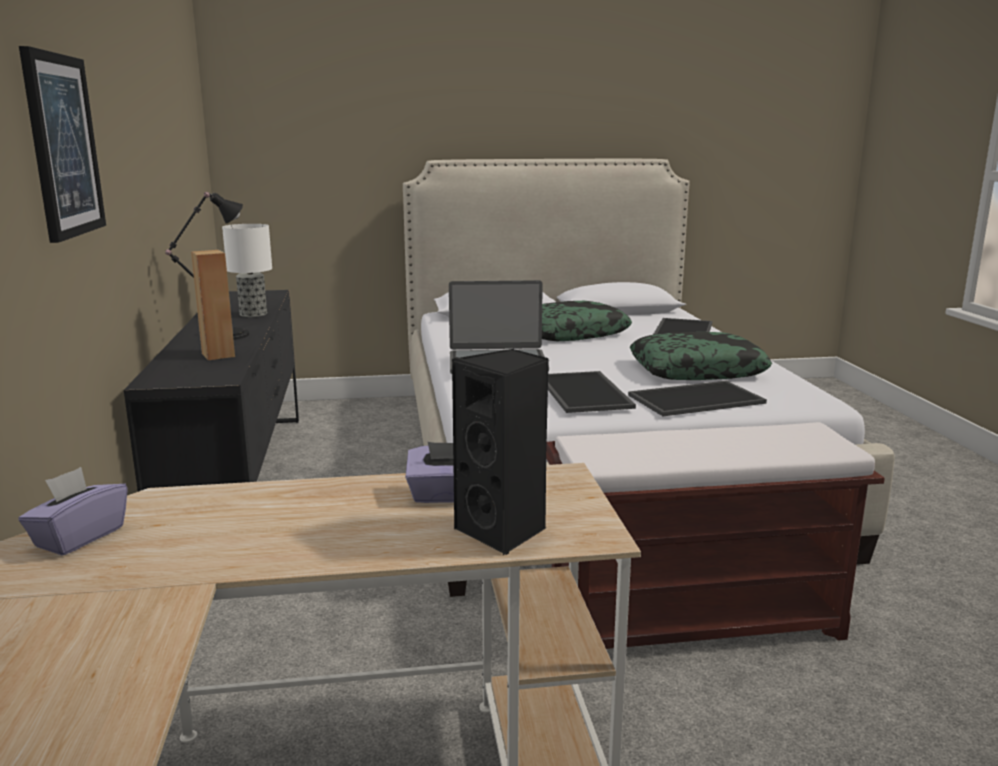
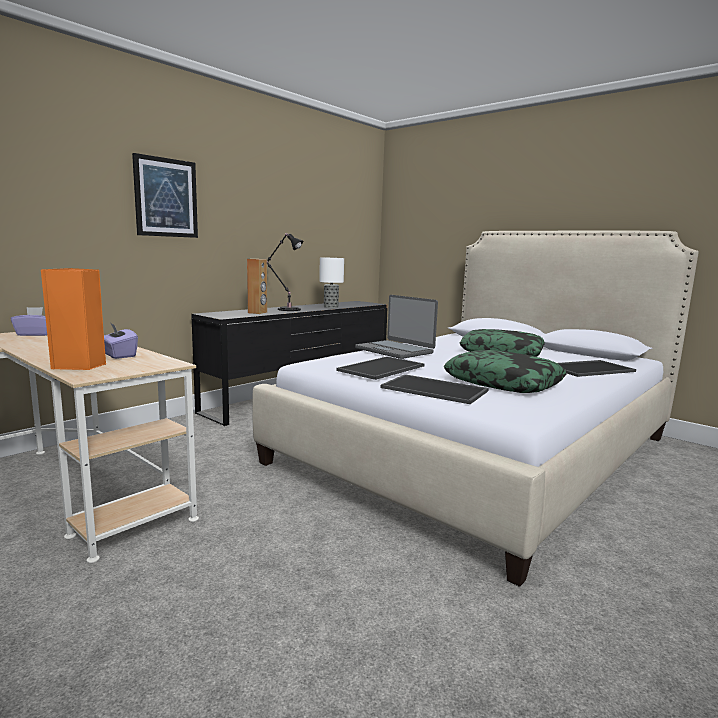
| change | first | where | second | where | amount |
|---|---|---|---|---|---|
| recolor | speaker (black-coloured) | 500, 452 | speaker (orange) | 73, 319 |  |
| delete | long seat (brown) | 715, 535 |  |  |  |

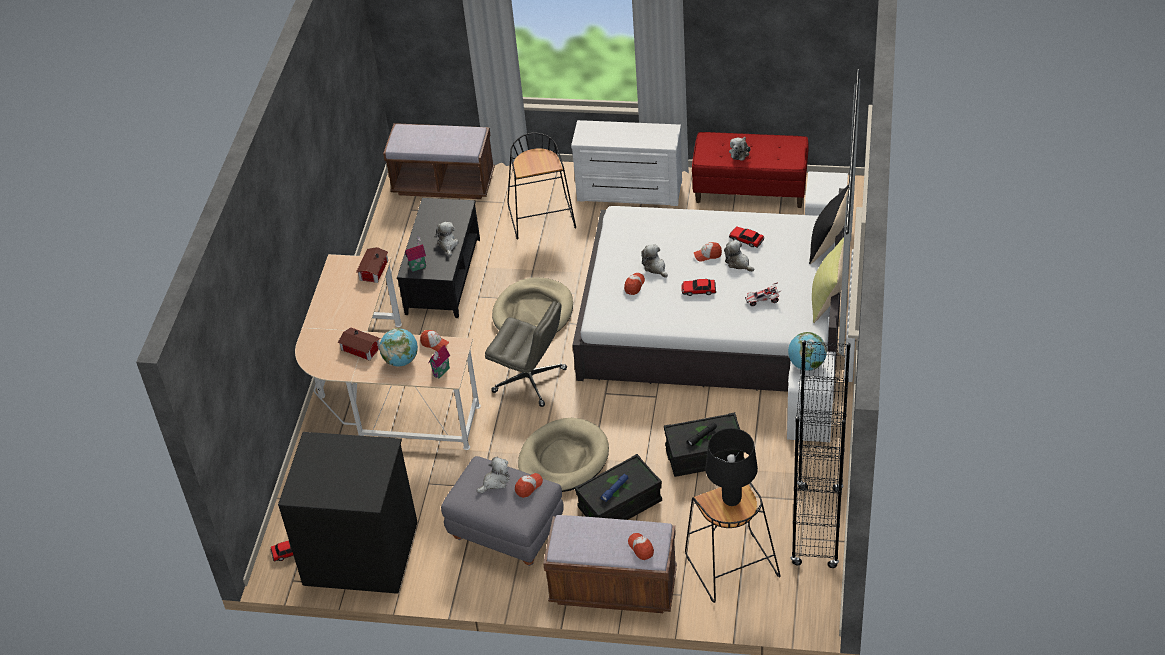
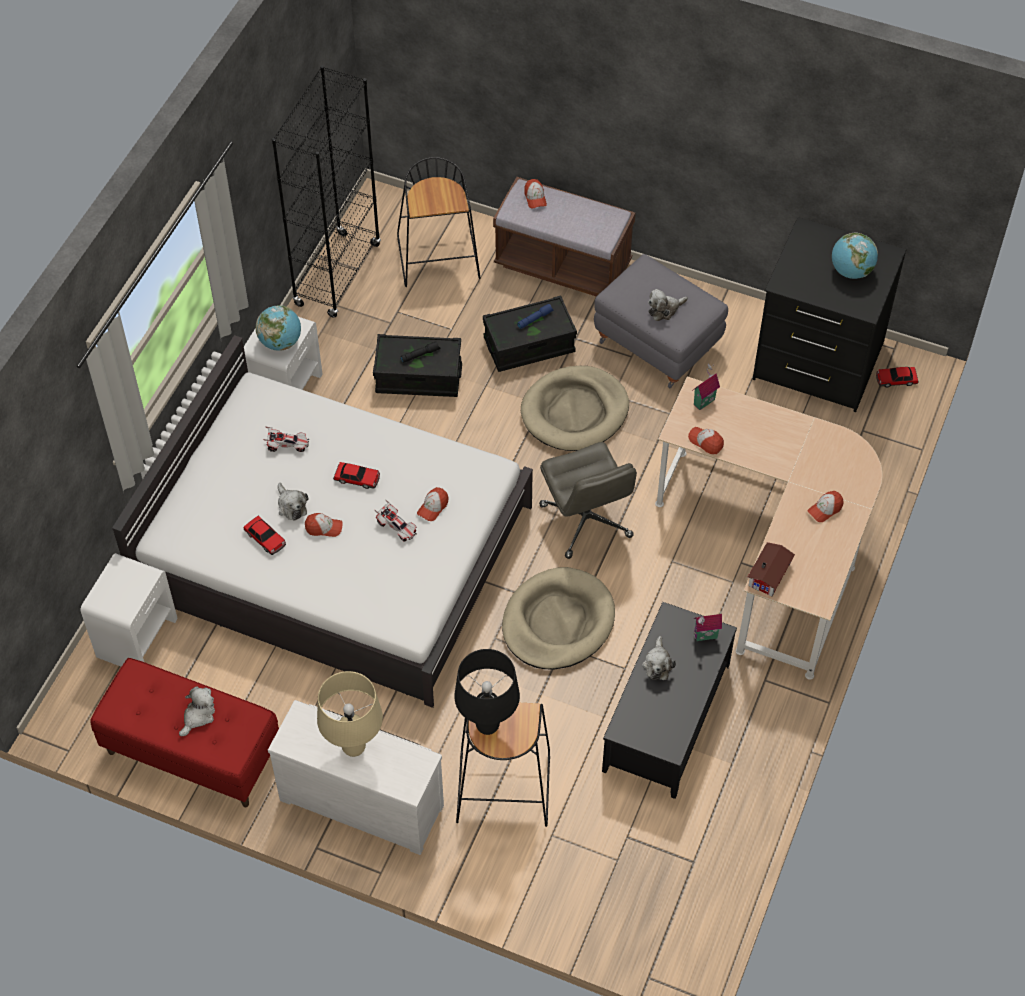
| change | first | where | second | where | amount |
|---|---|---|---|---|---|
| delete | toy house | 359, 344 |  |  |  |
| move | globe | 398, 347 |  | 855, 255 |  |
| delete | long seat (brown) | 439, 161 |  |  |  |
| rotate | computer chair (greyish) | 526, 354 |  | 588, 500 | 150 degrees counterclockwise |
| move | cap | 529, 485 |  | 826, 506 |  |
| replace | plush toy | 654, 261 | model car | 395, 520 |  |
| move | tabletop lamp (black-coloured) | 731, 467 |  | 487, 692 |  |
| delete | throw pillow (black-coloured) | 829, 224 |  |  |  |
| delete | throw pillow (yellow-coloured) | 828, 280 |  |  |  |
| insert |  |  | tabletop lamp (beige-coloured) | 350, 714 |  |

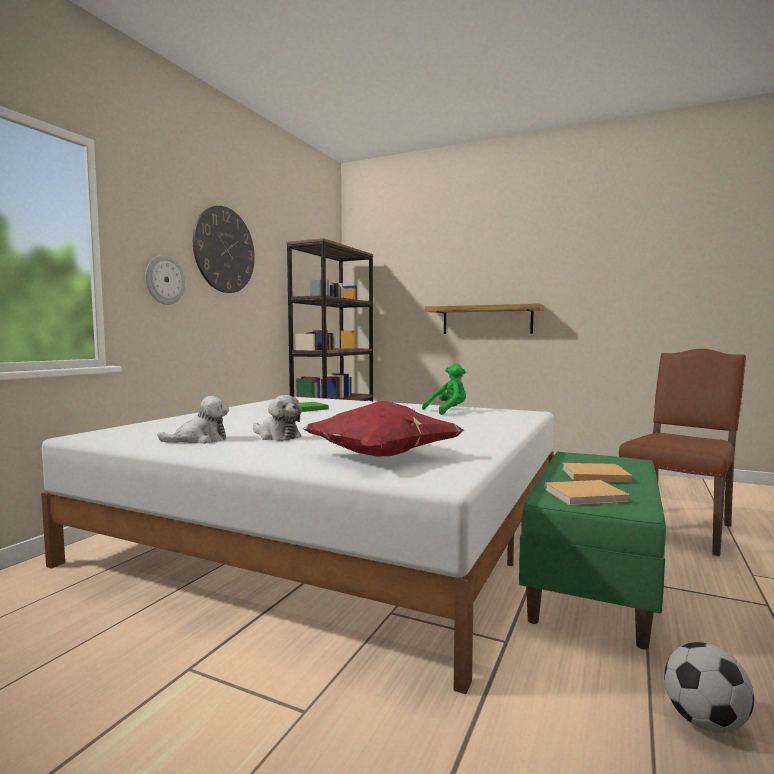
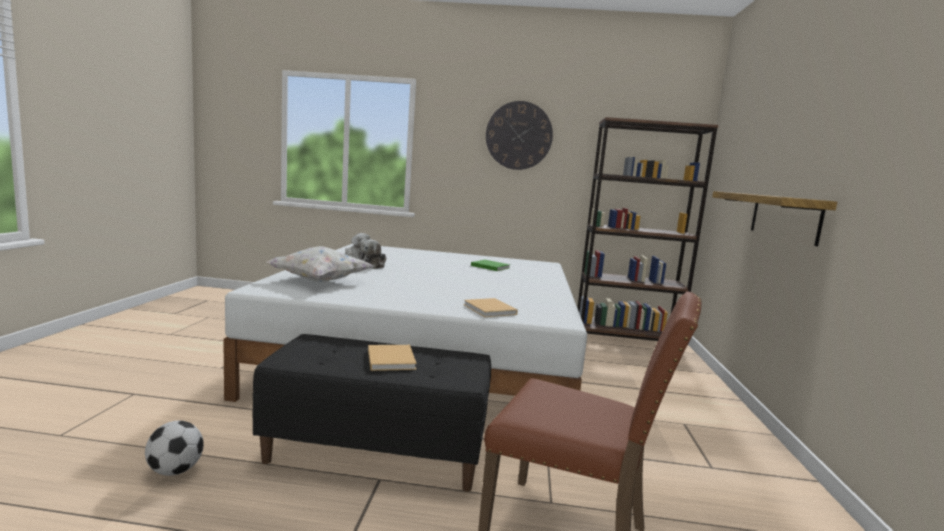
| change | first | where | second | where | amount |
|---|---|---|---|---|---|
| delete | hanging clock | 165, 280 |  |  |  |
| recolor | throw pillow (red-coloured) | 383, 429 | throw pillow (whitish) | 320, 264 |  |
| delete | plush toy (greenish) | 444, 389 |  |  |  |
| recolor | long seat (greenish) | 592, 550 | long seat (black-coloured) | 371, 413 |  |
| move | book (beige-coloured) | 587, 493 |  | 491, 307 |  |

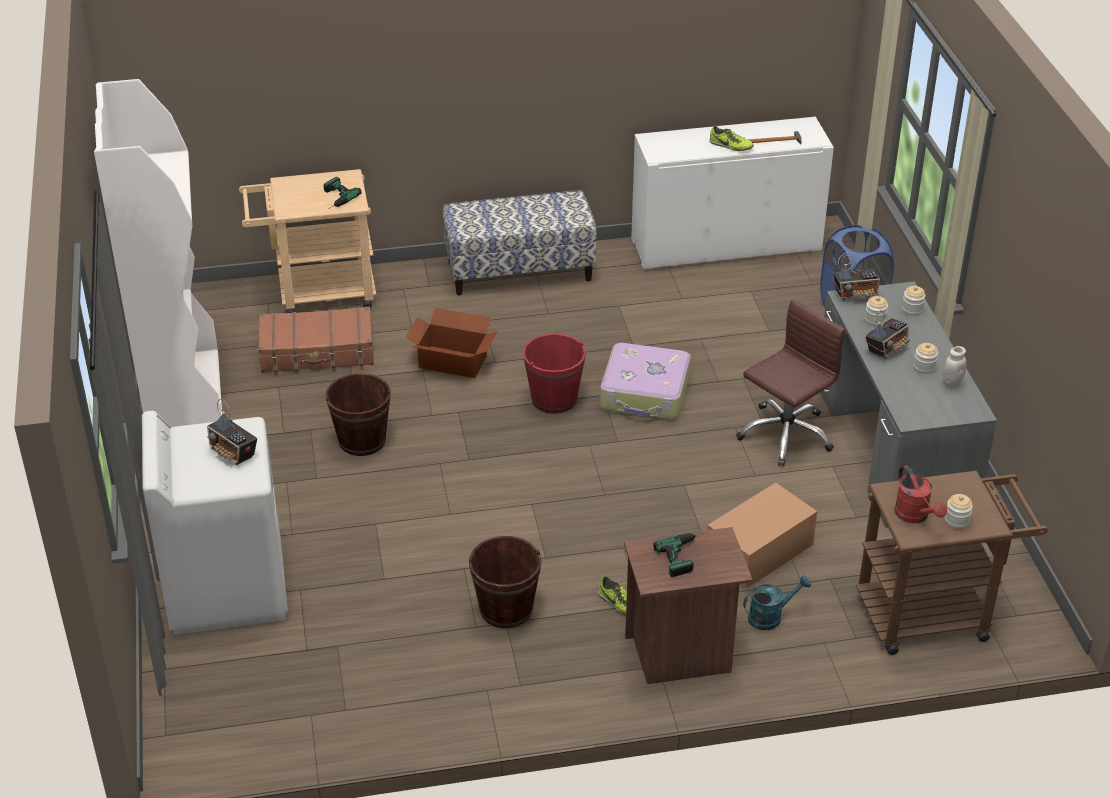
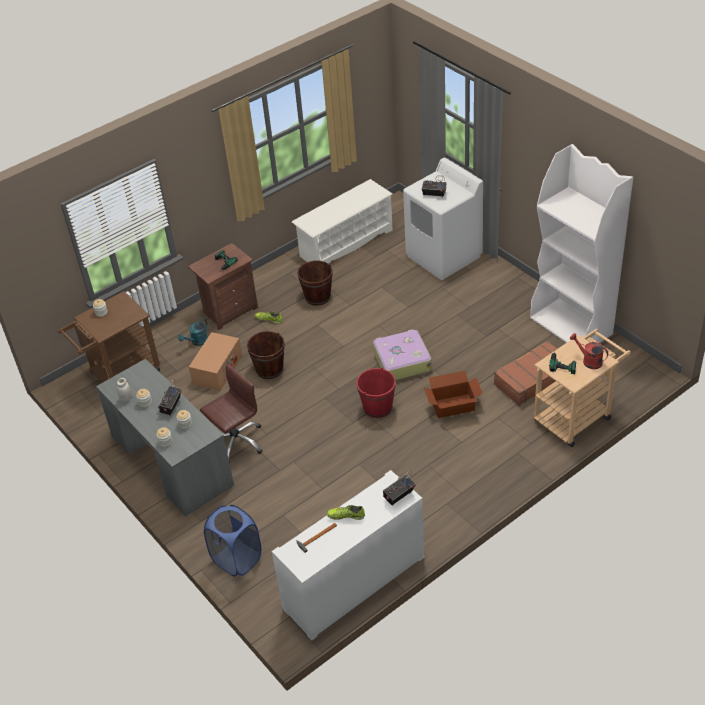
| change | first | where | second | where | amount |
|---|---|---|---|---|---|
| move | pail (brown) | 358, 414 |  | 266, 355 |  |
| delete | long seat | 519, 243 |  |  |  |
| move | suitcase | 645, 381 |  | 402, 354 |  |
| rotate | computer chair (brown) | 791, 382 |  | 231, 413 | 150 degrees counterclockwise |
| move | radio | 856, 277 |  | 399, 488 |  |
| move | watering pot (red-coloured) | 920, 494 |  | 589, 351 |  |
| insert |  |  | shoe shelf (whitish) | 342, 221 |  |

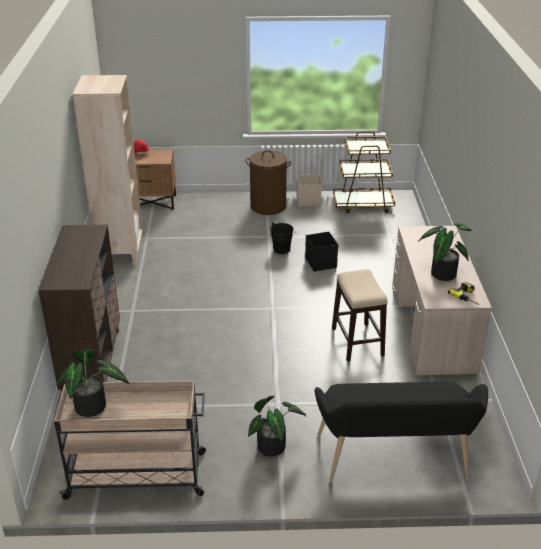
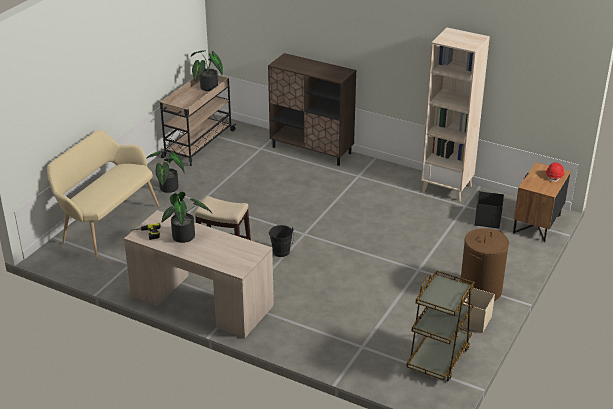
| change | first | where | second | where | amount |
|---|---|---|---|---|---|
| move | pail (black-coloured) | 283, 238 |  | 281, 241 |  |
| move | storage bin (black-coloured) | 321, 252 |  | 489, 210 |  |
| recolor | long seat (black-coloured) | 401, 432 | long seat (beige-coloured) | 103, 194 |  |

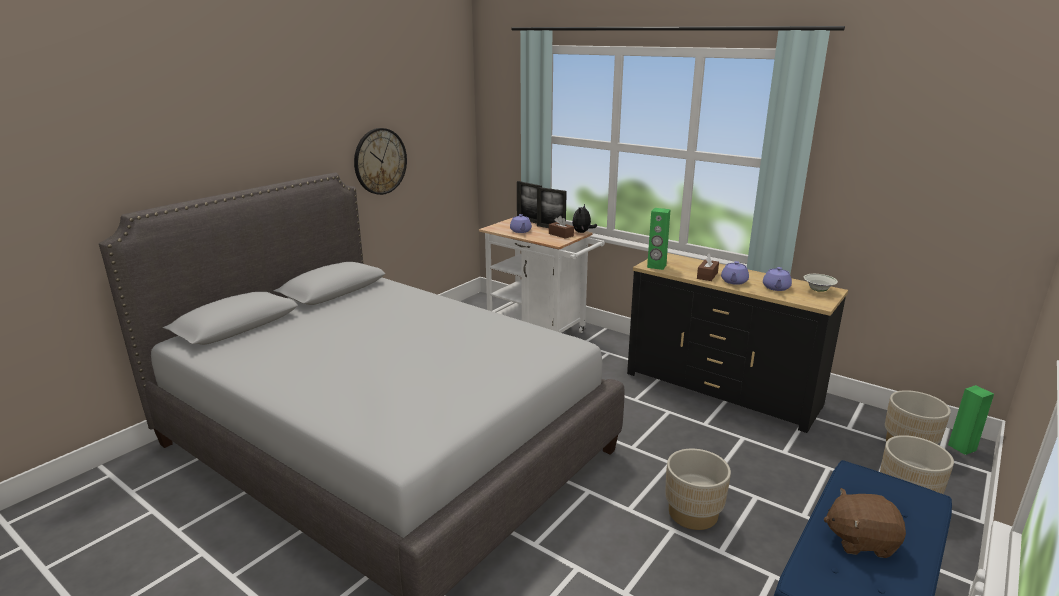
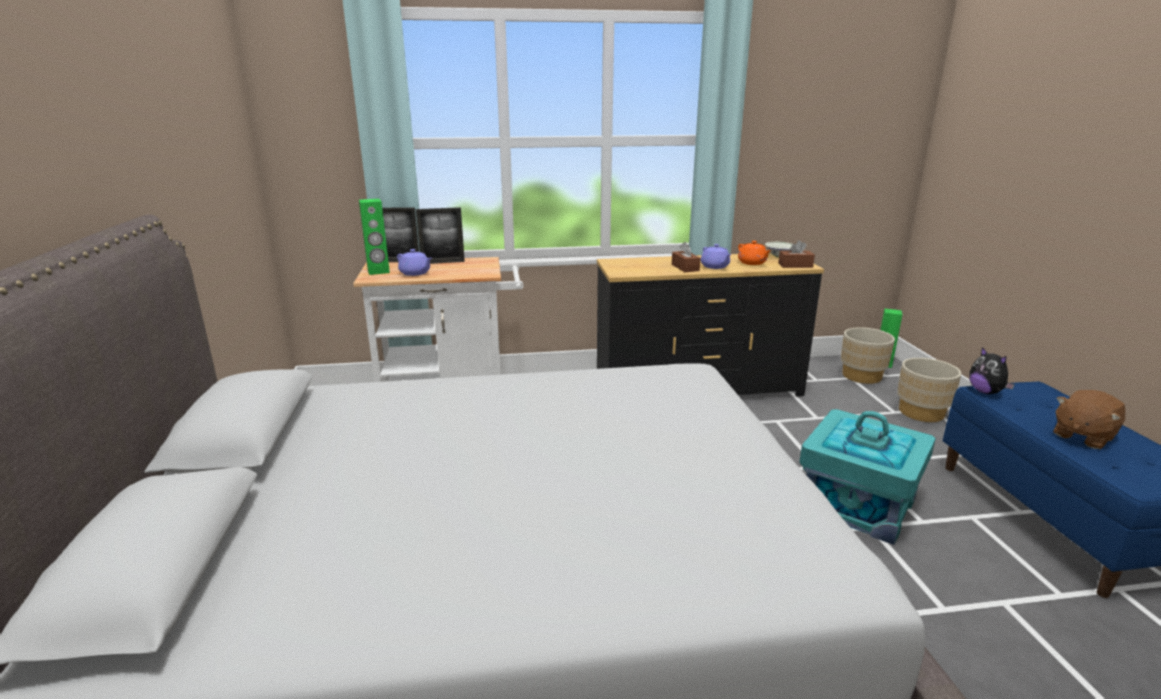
| change | first | where | second | where | amount |
|---|---|---|---|---|---|
| delete | hanging clock | 380, 161 |  |  |  |
| move | tissue box (brown) | 561, 227 |  | 796, 254 |  |
| move | plush toy | 584, 218 |  | 992, 370 |  |
| move | speaker (greenish) | 659, 239 |  | 374, 237 |  |
| replace | plant pot (beige-coloured) | 698, 489 | storage bin (blue-green) | 867, 477 |  |
| recolor | teapot (purple-coloured) | 777, 279 | teapot (orange) | 754, 253 |  |

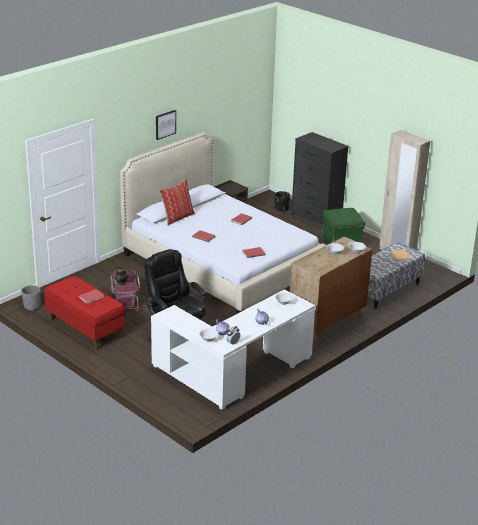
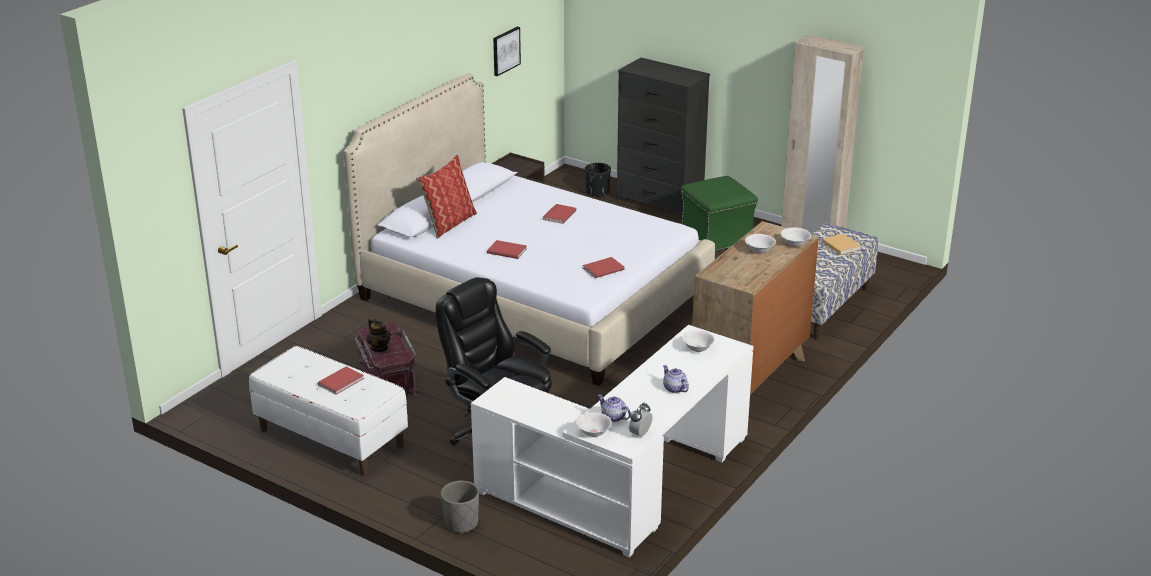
| change | first | where | second | where | amount |
|---|---|---|---|---|---|
| move | plant pot (greyish) | 30, 298 |  | 460, 507 |  |
| recolor | long seat (red-coloured) | 84, 312 | long seat (whitish) | 328, 411 |  |
| move | picture | 166, 125 |  | 507, 51 |  |

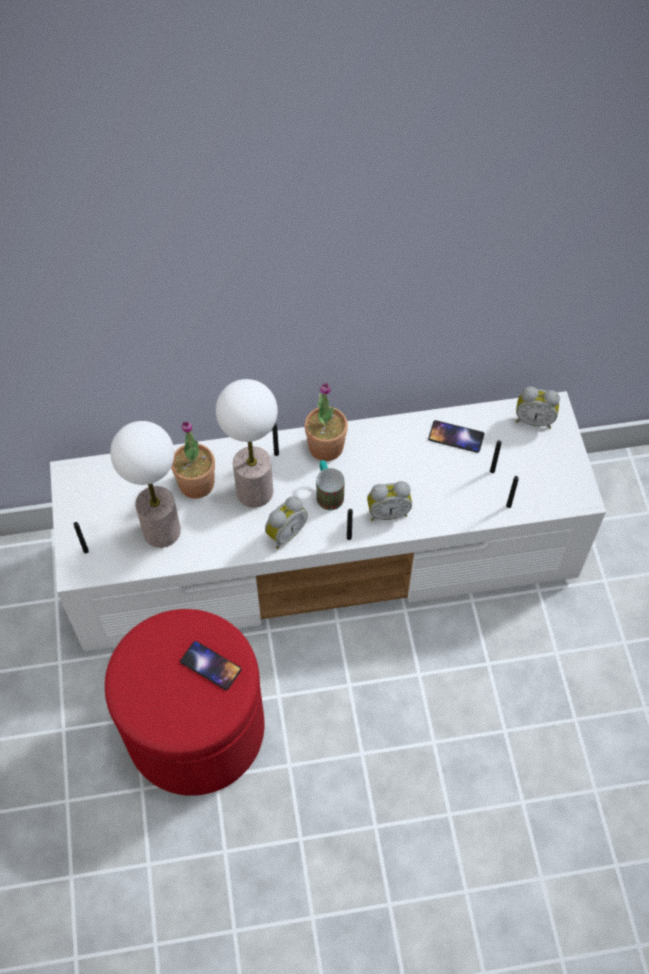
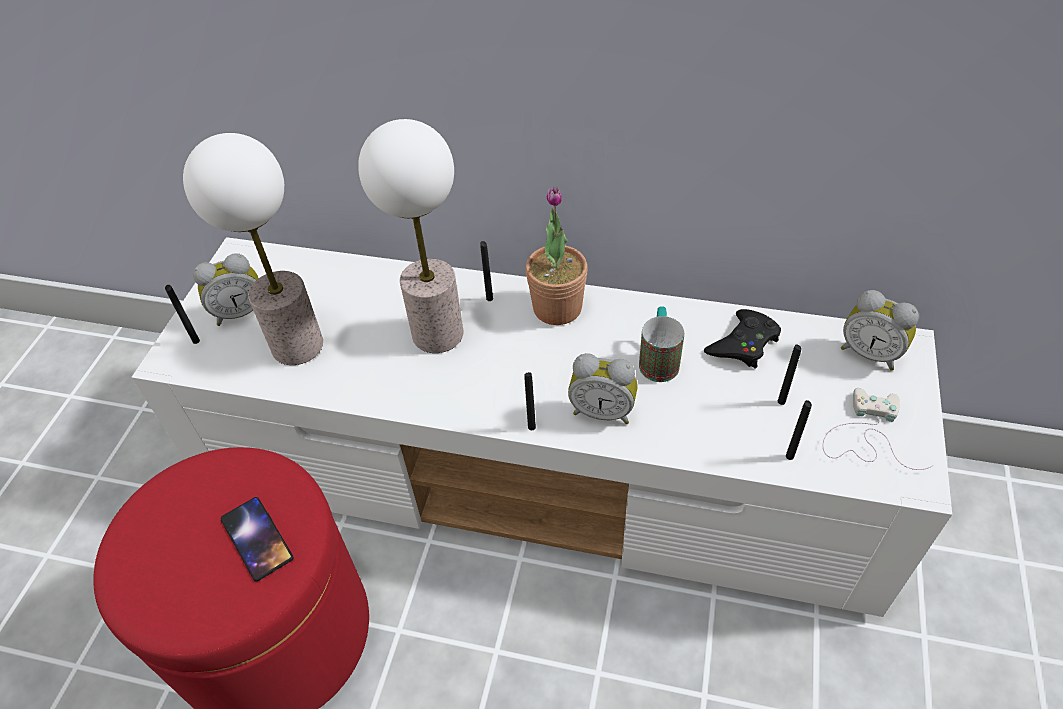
| change | first | where | second | where | amount |
|---|---|---|---|---|---|
| delete | potted plant | 193, 460 |  |  |  |
| move | bedside clock | 286, 522 |  | 226, 289 |  |
| move | coffee mug | 330, 485 |  | 661, 344 |  |
| replace | phone | 456, 436 | game controller (black-coloured) | 742, 338 |  |
| insert |  |  | game controller (whitish) | 878, 429 |  |

